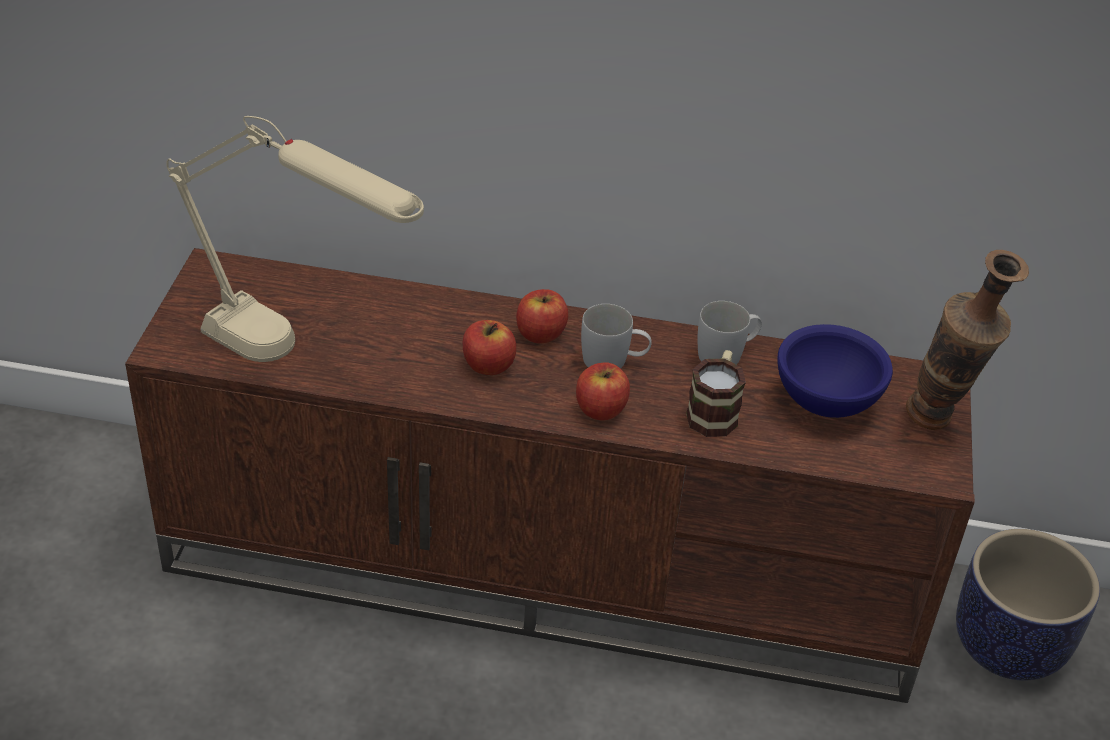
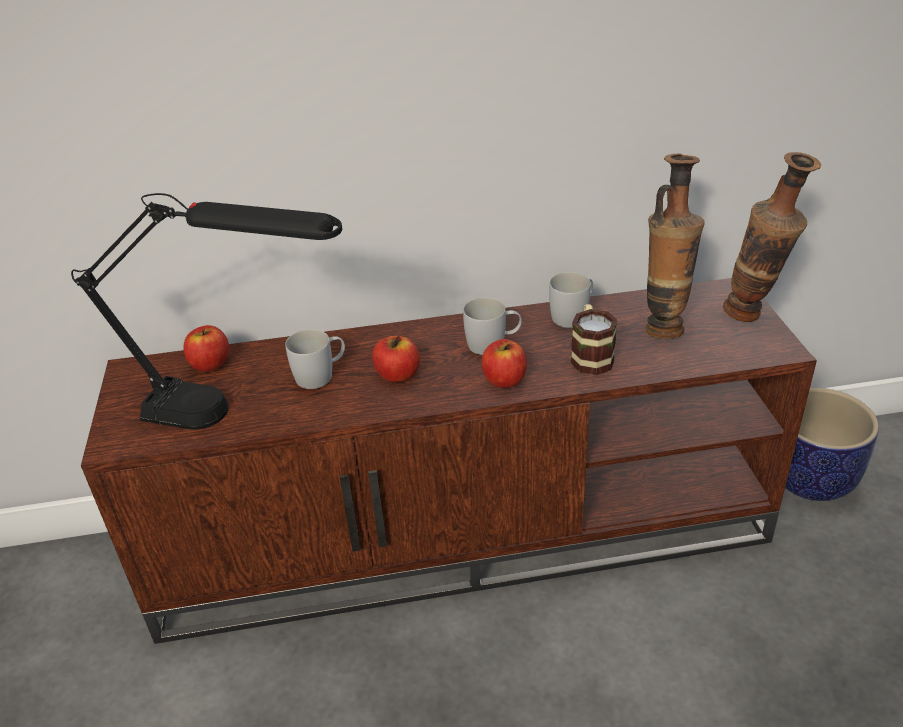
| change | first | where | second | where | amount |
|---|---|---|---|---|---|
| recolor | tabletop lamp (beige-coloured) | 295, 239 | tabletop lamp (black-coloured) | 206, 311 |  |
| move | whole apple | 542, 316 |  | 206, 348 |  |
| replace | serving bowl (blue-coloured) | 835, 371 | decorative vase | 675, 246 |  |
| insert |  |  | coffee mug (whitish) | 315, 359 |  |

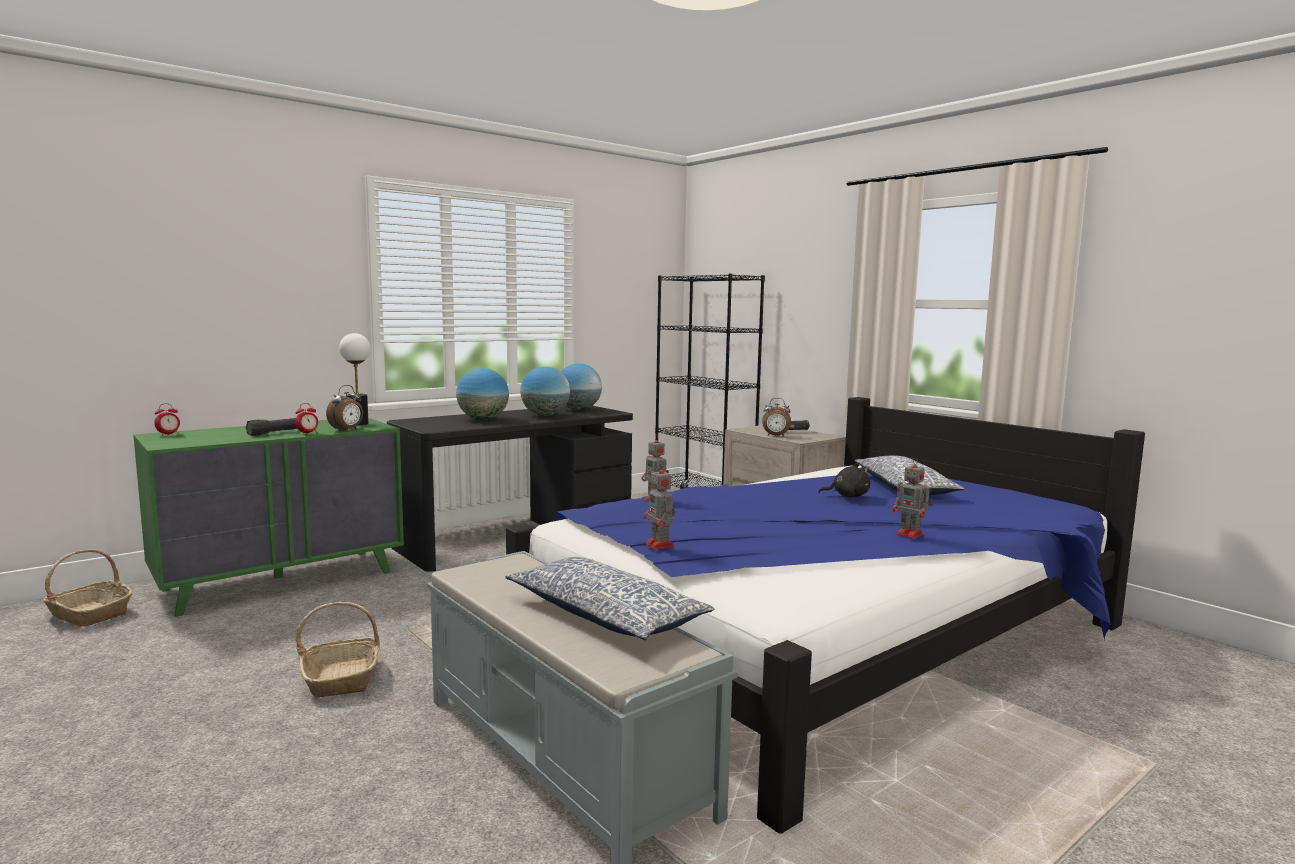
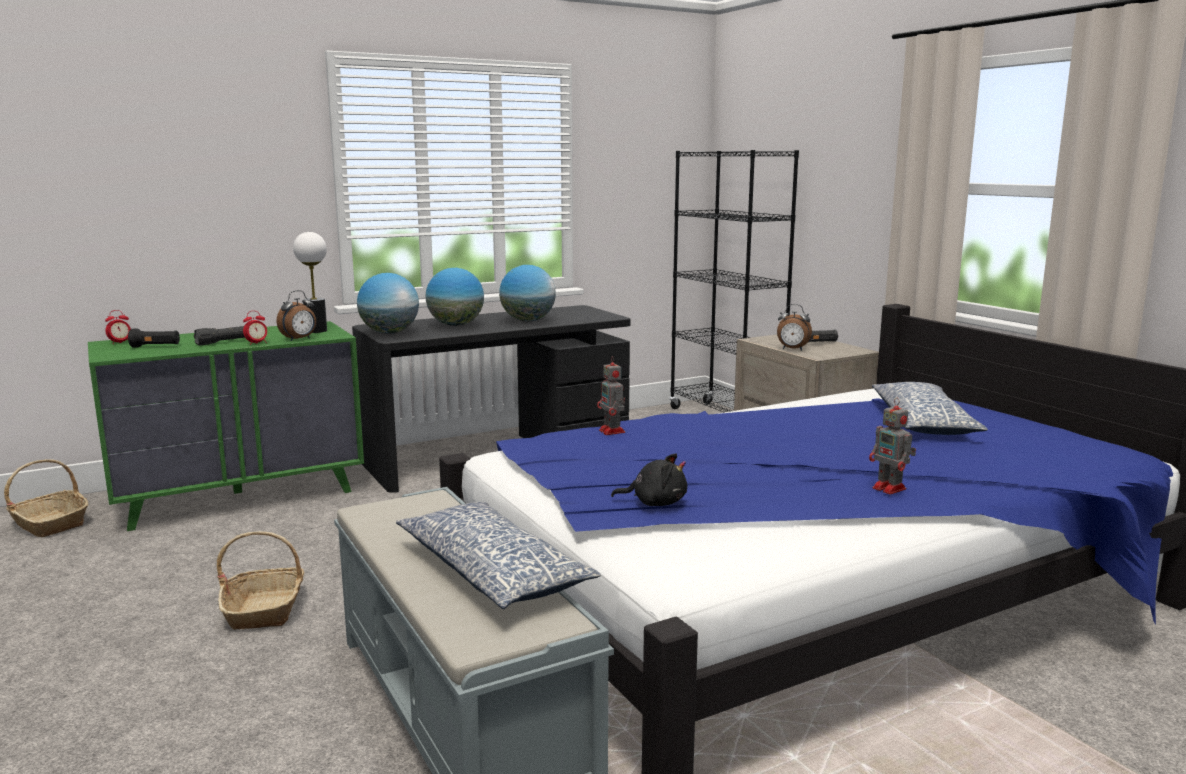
| change | first | where | second | where | amount |
|---|---|---|---|---|---|
| move | globe | 581, 386 |  | 388, 303 |  |
| delete | model robot | 659, 506 |  |  |  |
| move | plush toy (black-coloured) | 844, 480 |  | 649, 479 |  |
| insert |  |  | hand torch (black-coloured) | 154, 338 |  |

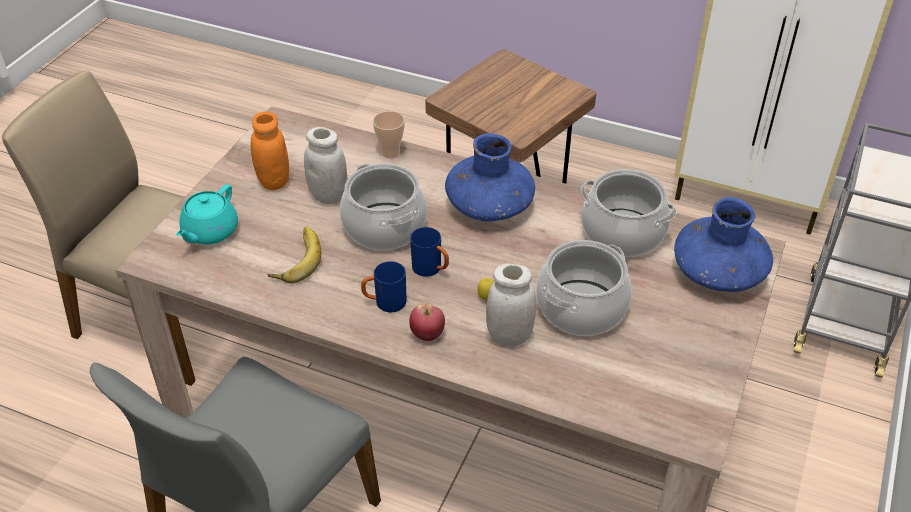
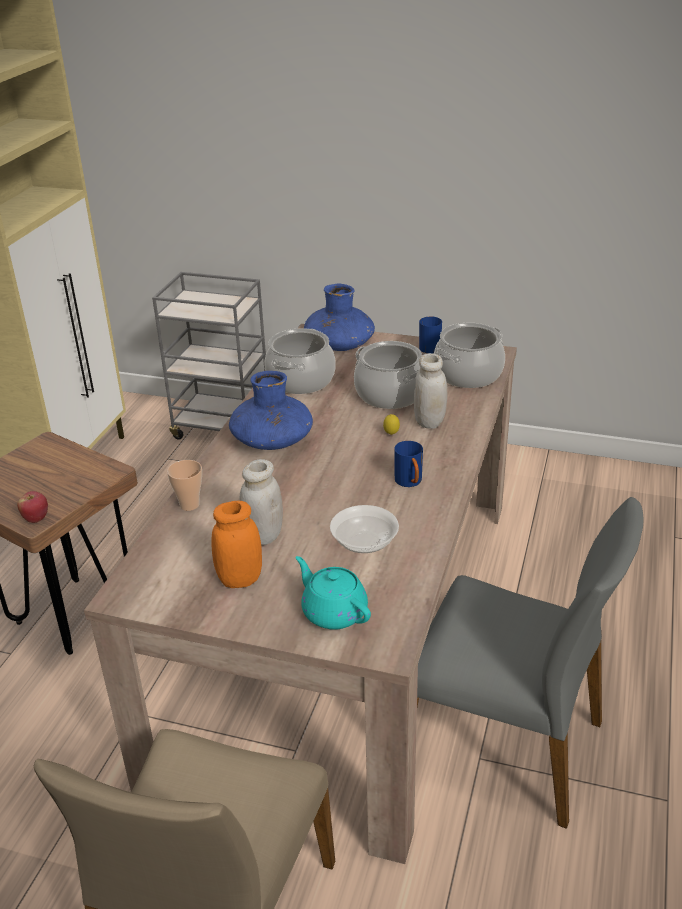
| change | first | where | second | where | amount |
|---|---|---|---|---|---|
| rotate | teapot (blue-green) | 207, 214 |  | 333, 593 | 150 degrees counterclockwise |
| replace | banana | 294, 255 | serving bowl | 364, 529 |  |
| move | stockpot | 383, 206 |  | 469, 355 |  |
| move | whole apple | 427, 322 |  | 32, 507 |  |
| move | coffee mug (blue-coloured) | 429, 252 |  | 430, 334 |  |

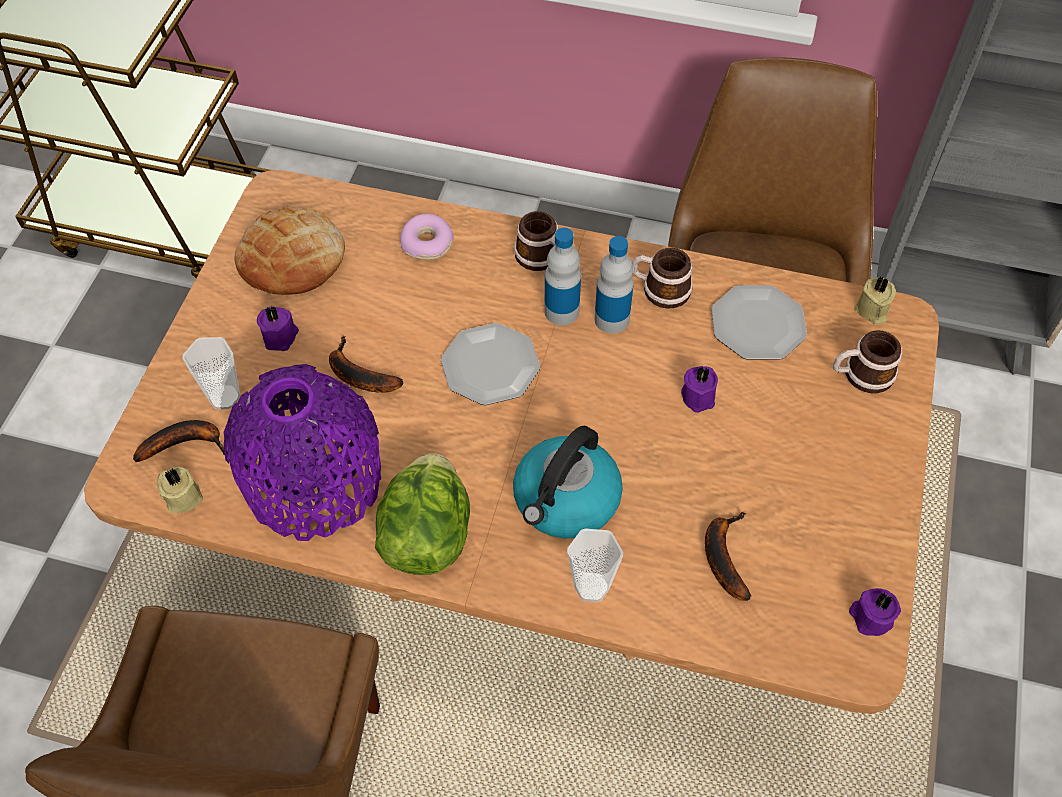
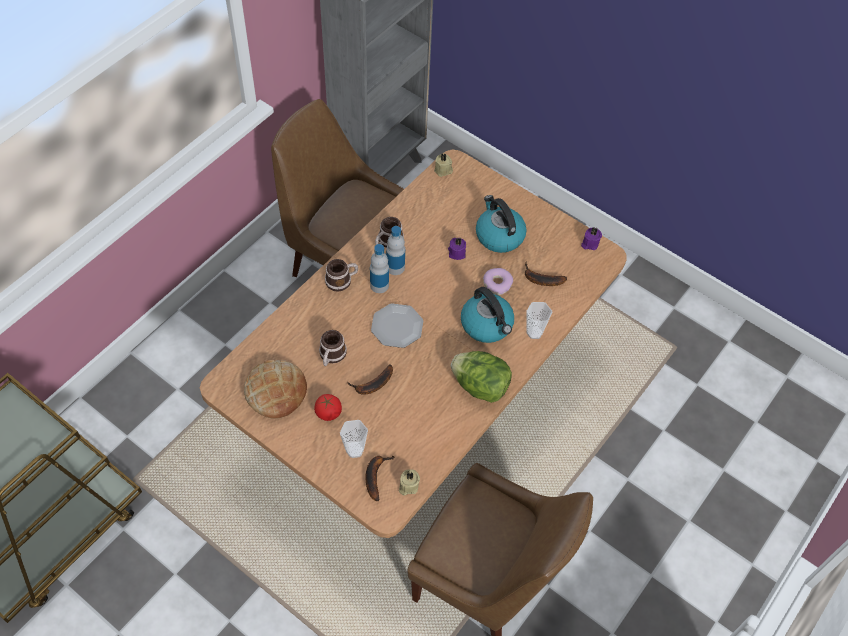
| change | first | where | second | where | amount |
|---|---|---|---|---|---|
| delete | decorative vase (purple-coloured) | 302, 452 |  |  |  |
| replace | wax light (purple-coloured) | 278, 328 | fresh tomato | 328, 407 |  |
| move | donut | 427, 237 |  | 498, 281 |  |
| delete | dinner plate | 759, 322 |  |  |  |
| move | coffee mug | 867, 361 |  | 333, 348 |  |
| insert |  |  | tea kettle | 501, 224 |  |

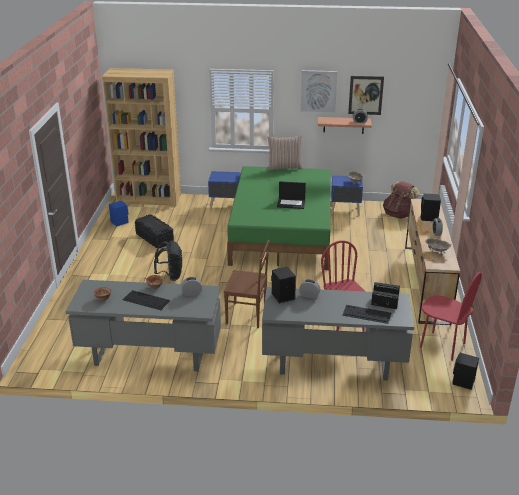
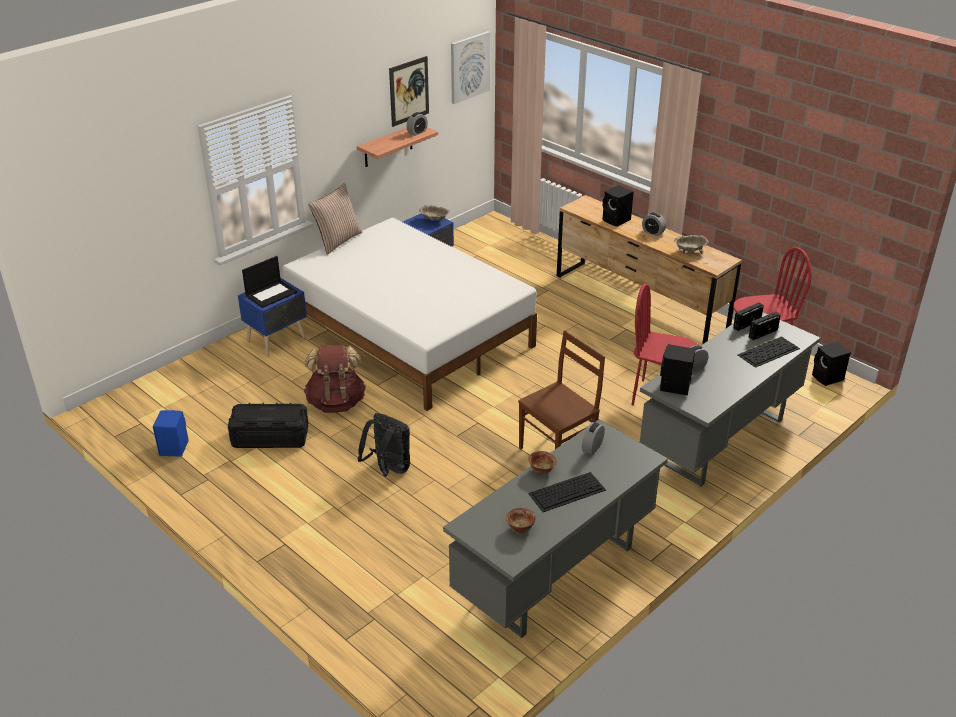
| change | first | where | second | where | amount |
|---|---|---|---|---|---|
| delete | bookcase (brown) | 141, 137 |  |  |  |
| recolor | sleeping bed (greenish) | 279, 218 | sleeping bed (whitish) | 410, 314 |  |
| move | laptop | 291, 195 |  | 269, 282 |  |
| move | picture | 319, 91 |  | 470, 67 |  |
| move | rucksack (brown) | 401, 199 |  | 335, 378 |  |

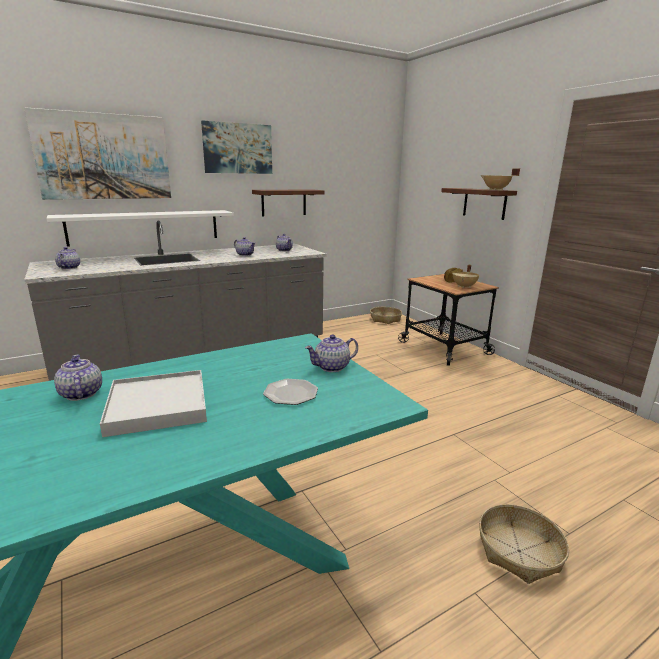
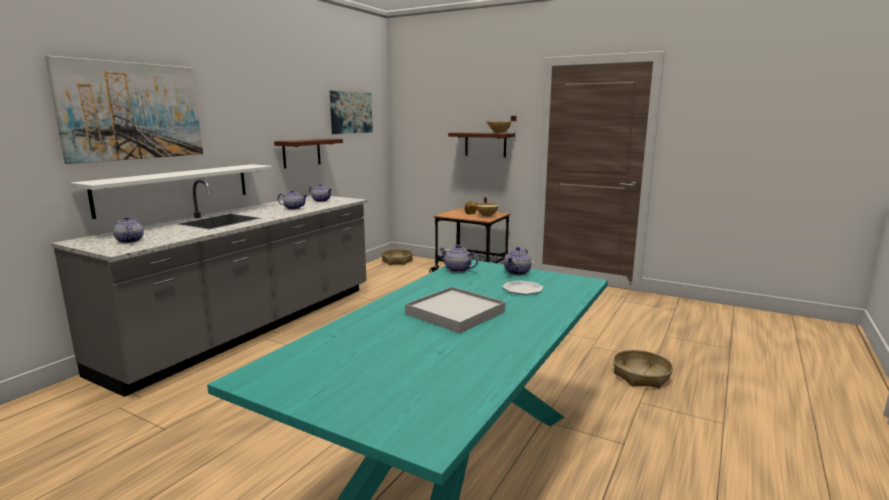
| change | first | where | second | where | amount |
|---|---|---|---|---|---|
| move | teapot | 78, 378 |  | 458, 258 |  |
| move | picture | 236, 147 |  | 351, 112 |  |

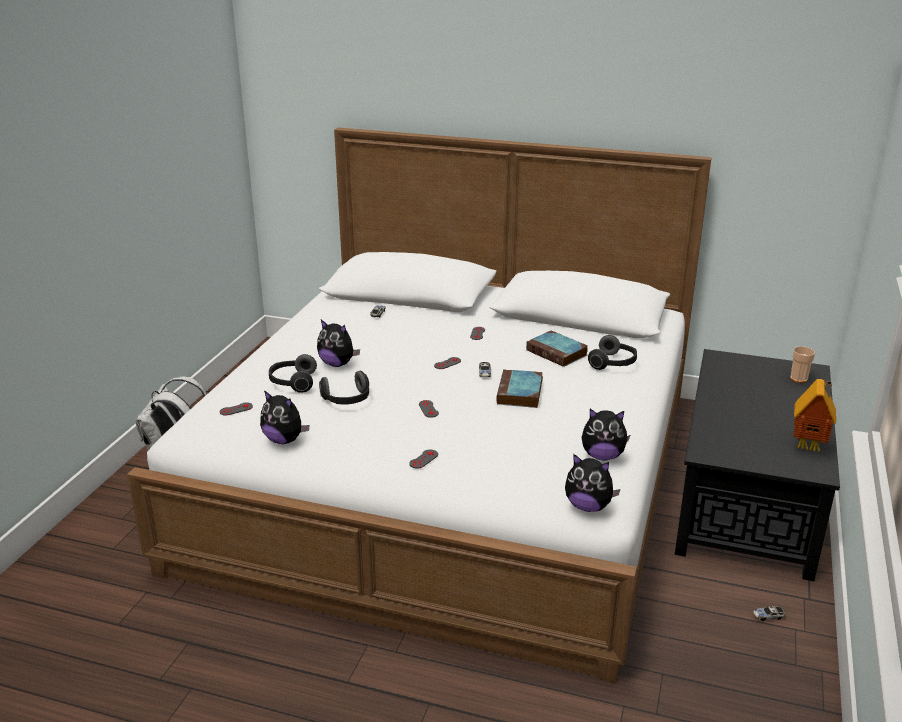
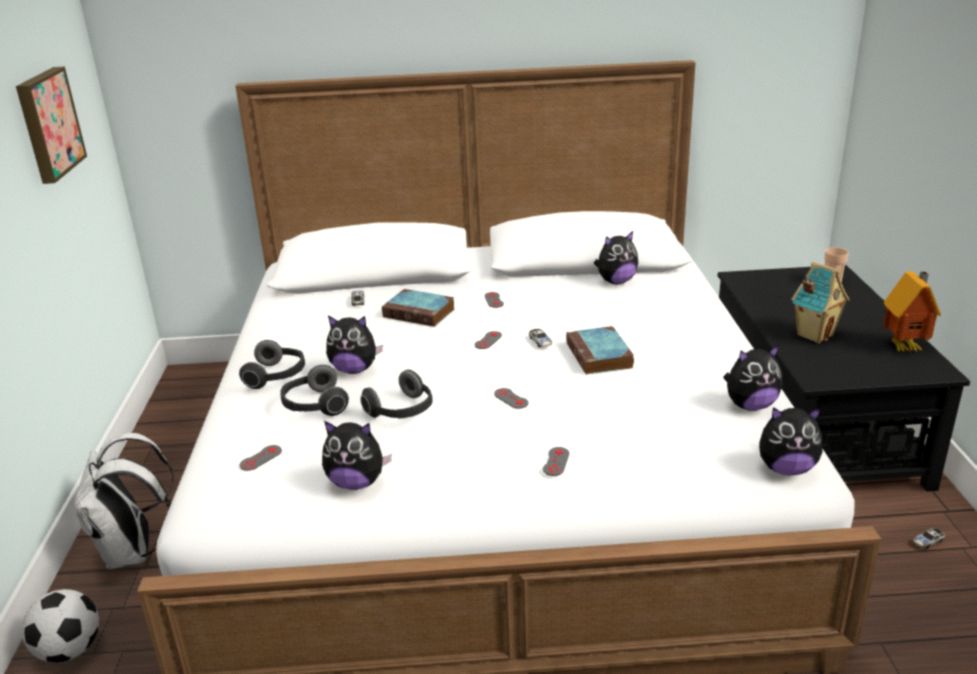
| change | first | where | second | where | amount |
|---|---|---|---|---|---|
| move | book | 557, 348 |  | 418, 308 |  |
| move | headset | 612, 352 |  | 272, 364 |  |
| insert |  |  | picture | 51, 125 |  |
| insert |  |  | football ball | 60, 626 |  |
| insert |  |  | plush toy | 616, 257 |  |
| insert |  |  | toy house | 820, 303 |  |

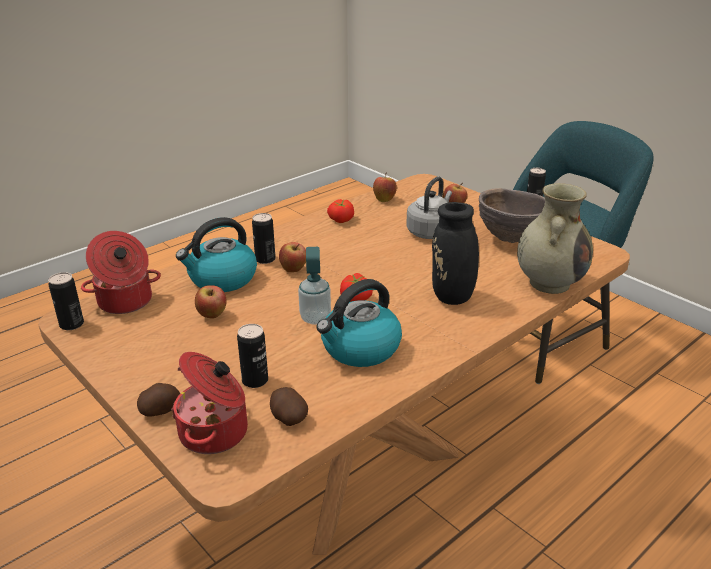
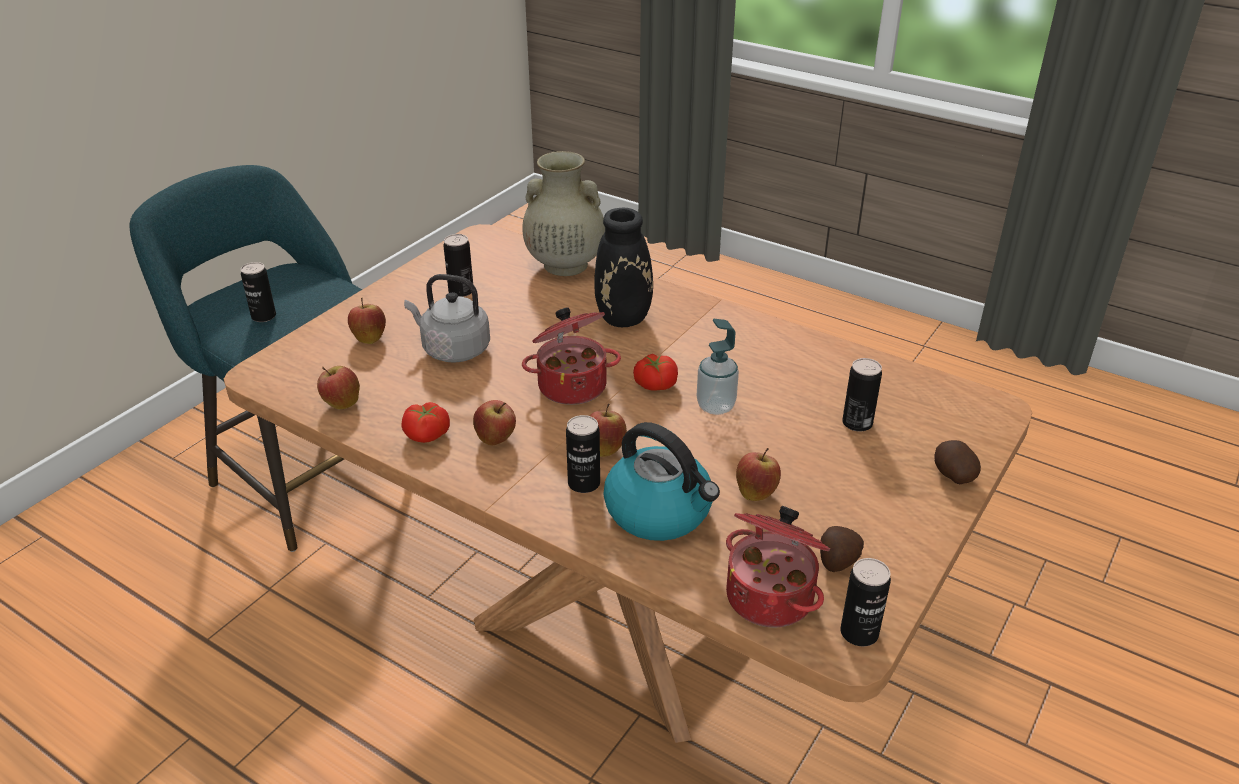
| change | first | where | second | where | amount |
|---|---|---|---|---|---|
| move | stockpot | 209, 403 |  | 571, 356 |  |
| move | potato | 289, 406 |  | 842, 549 |  |
| delete | tea kettle | 359, 323 |  |  |  |
| replace | serving bowl (brown) | 512, 215 | sealed can | 458, 265 |  |
| insert |  |  | whole apple | 494, 423 |  |

